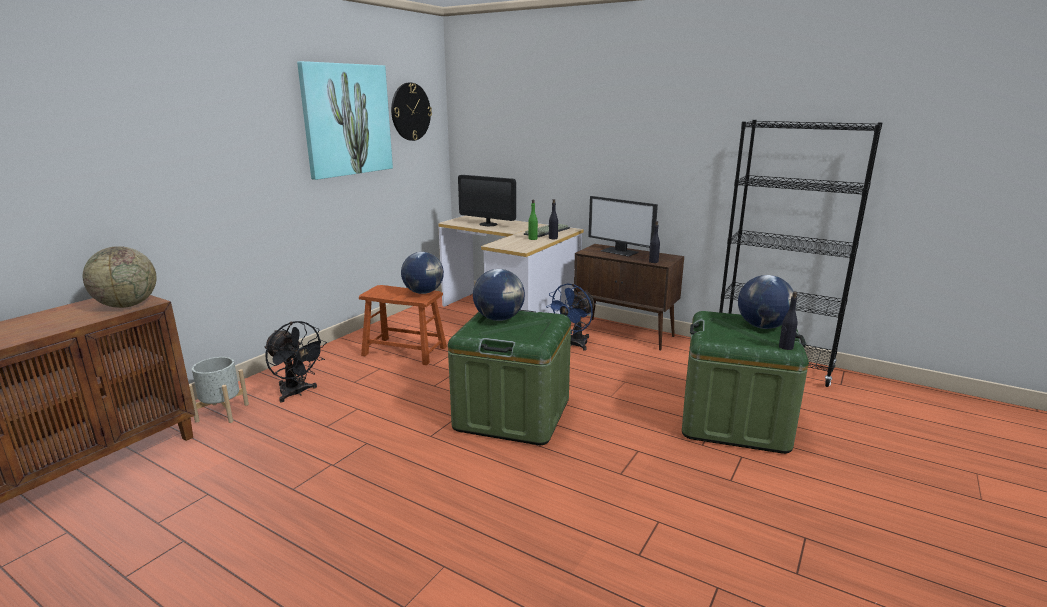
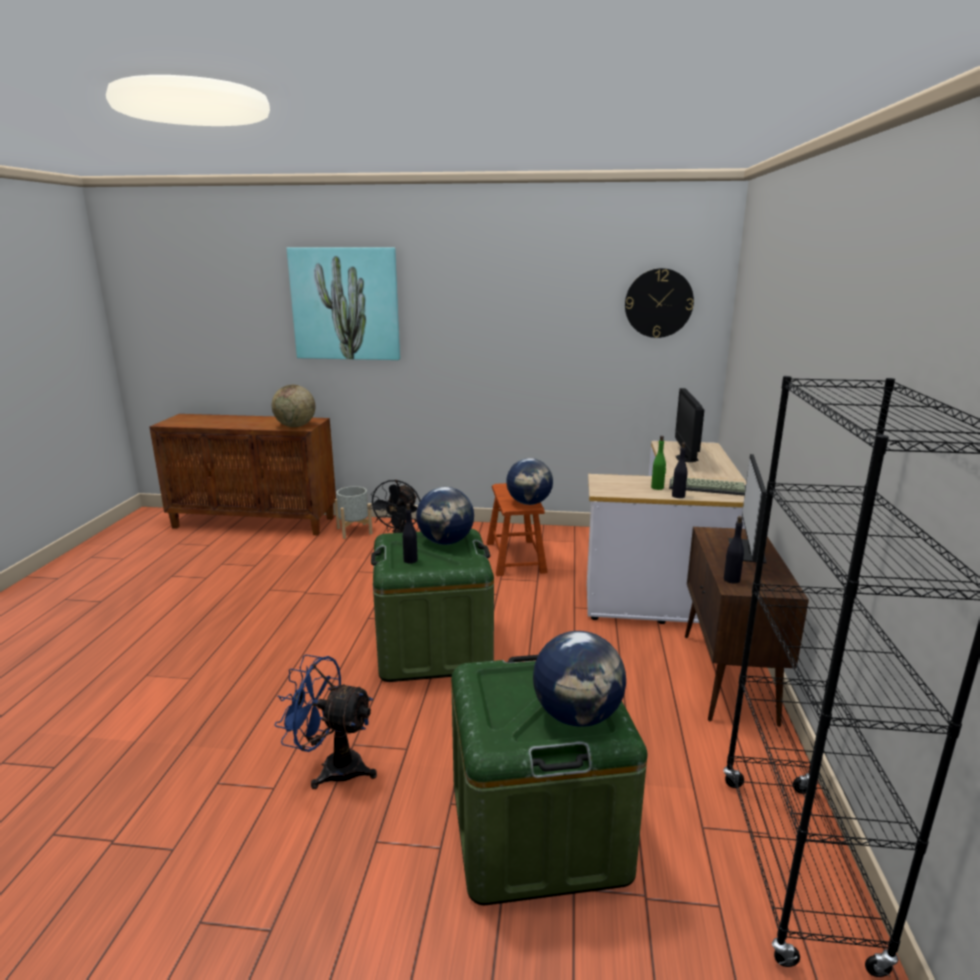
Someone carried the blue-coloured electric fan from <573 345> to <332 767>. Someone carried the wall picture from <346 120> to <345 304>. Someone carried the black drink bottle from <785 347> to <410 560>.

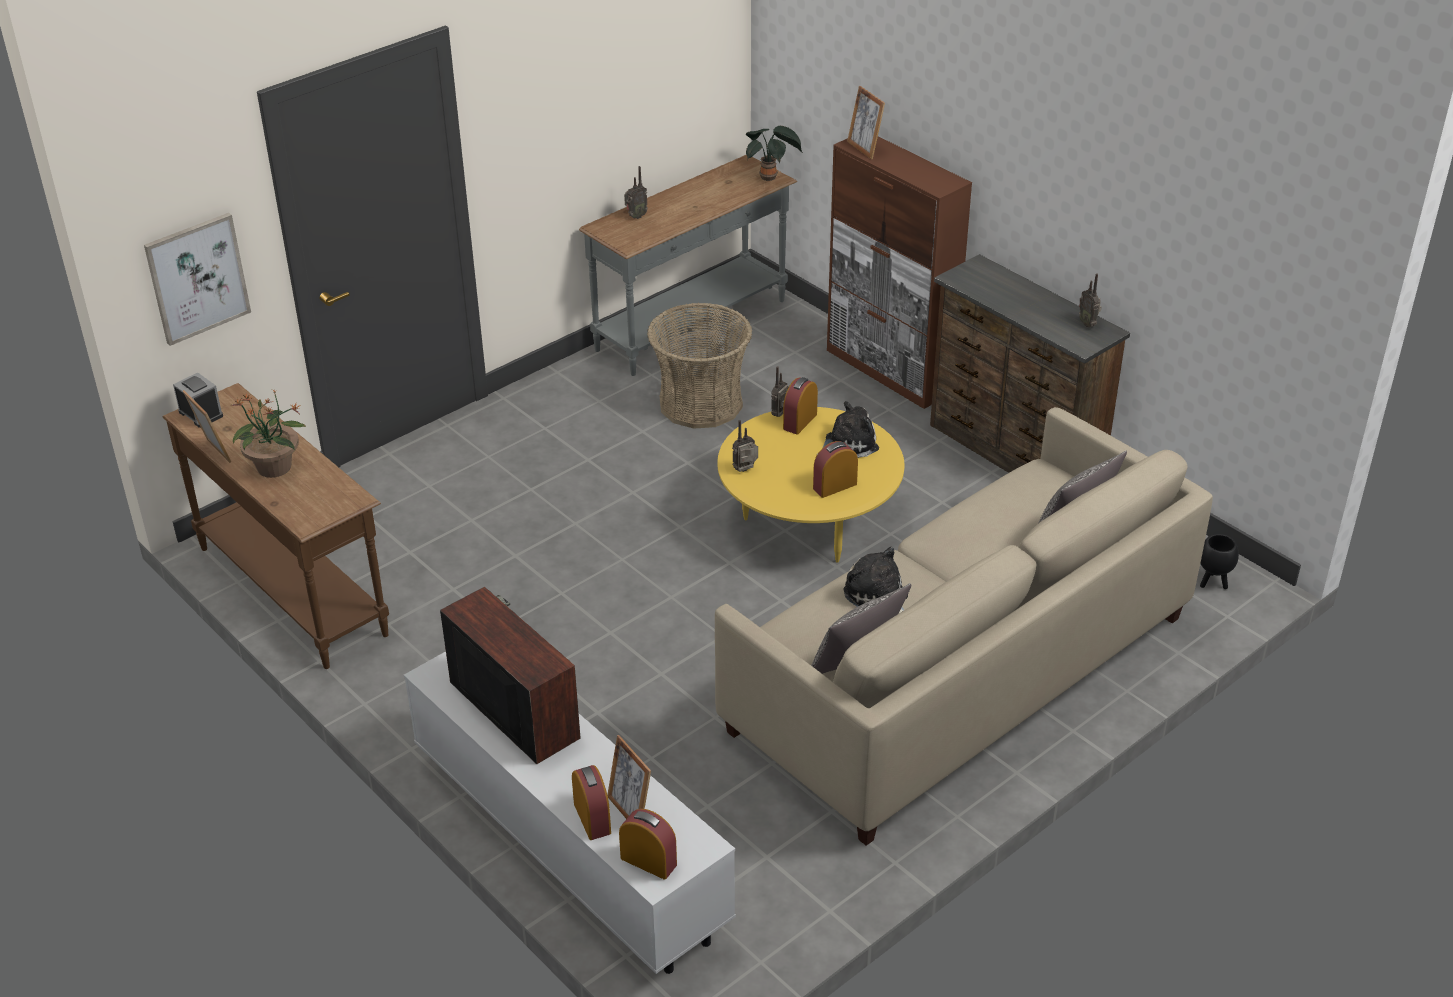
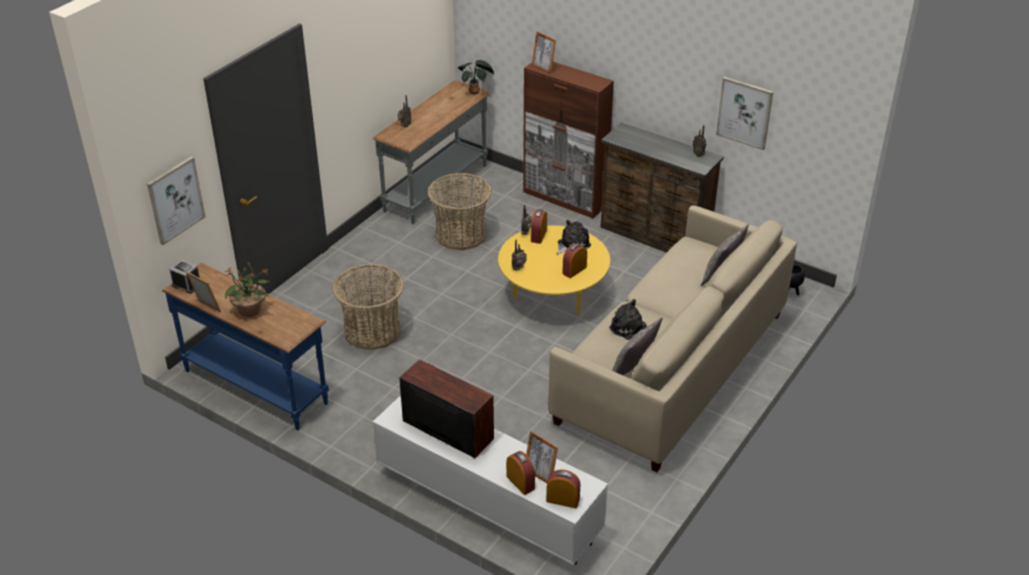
Someone repainted the brown-coloured hall table at <294 589>, which became the blue-coloured hall table at <257 386>. Someone put down the basket at <372 331>. Someone put up the wall picture at <744 112>.

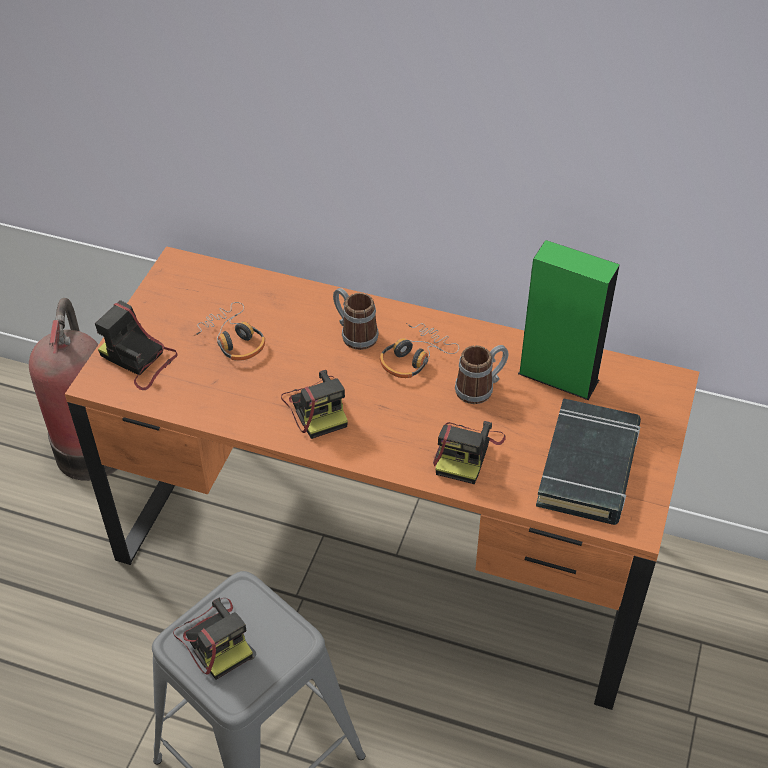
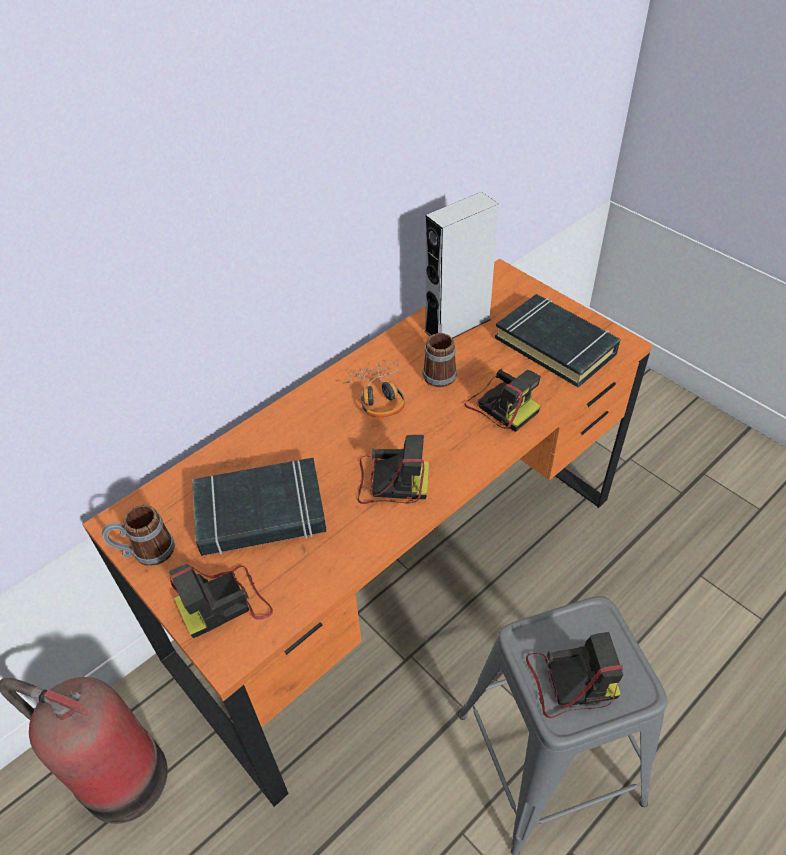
Someone carried the tea mug from <354 333> to <146 552>. Someone swapped the headphones at <233 340> for the black volume at <260 513>. Someone repainted the green loudspeaker at <558 377>, which became the greyish loudspeaker at <457 325>.

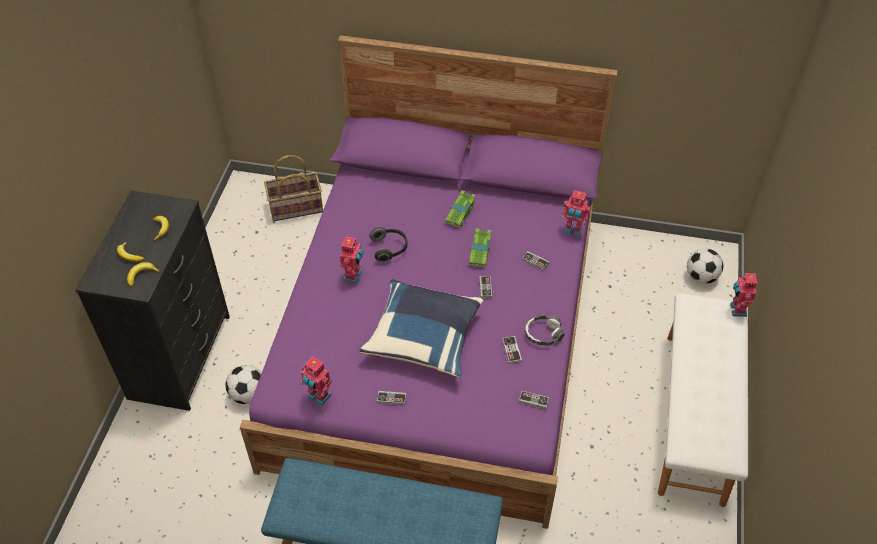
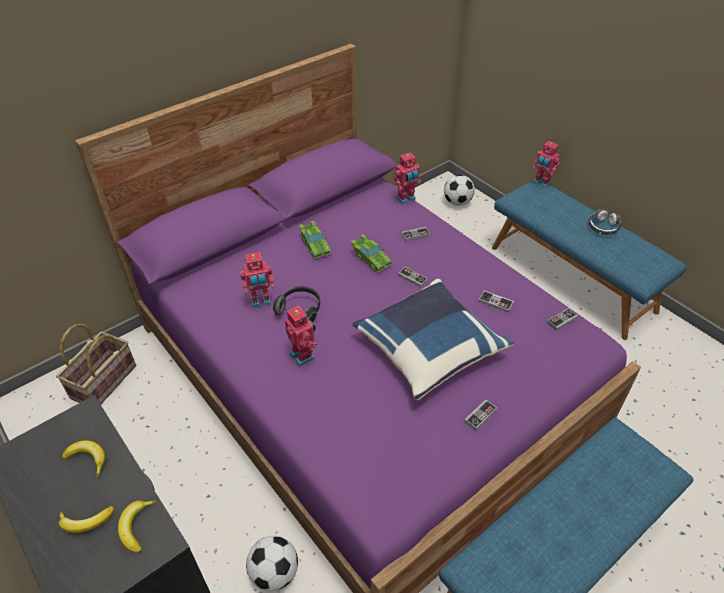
Someone carried the robot figure from <318 397> to <261 301>. Someone repainted the white-coloured indoor bench at <696 416>, which became the blue-coloured indoor bench at <571 278>. Someone carried the headphones from <543 334> to <603 227>.

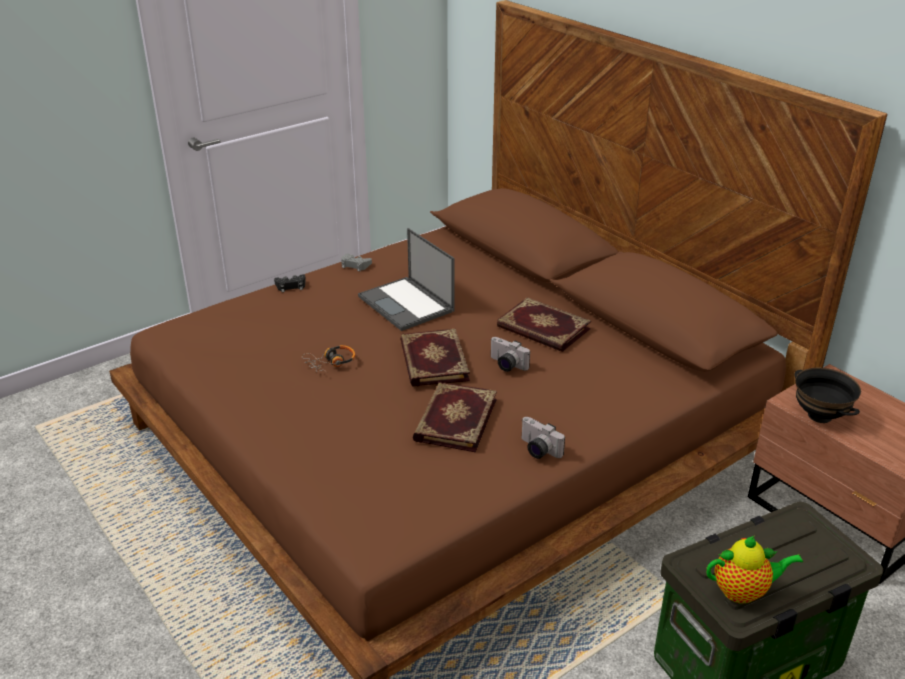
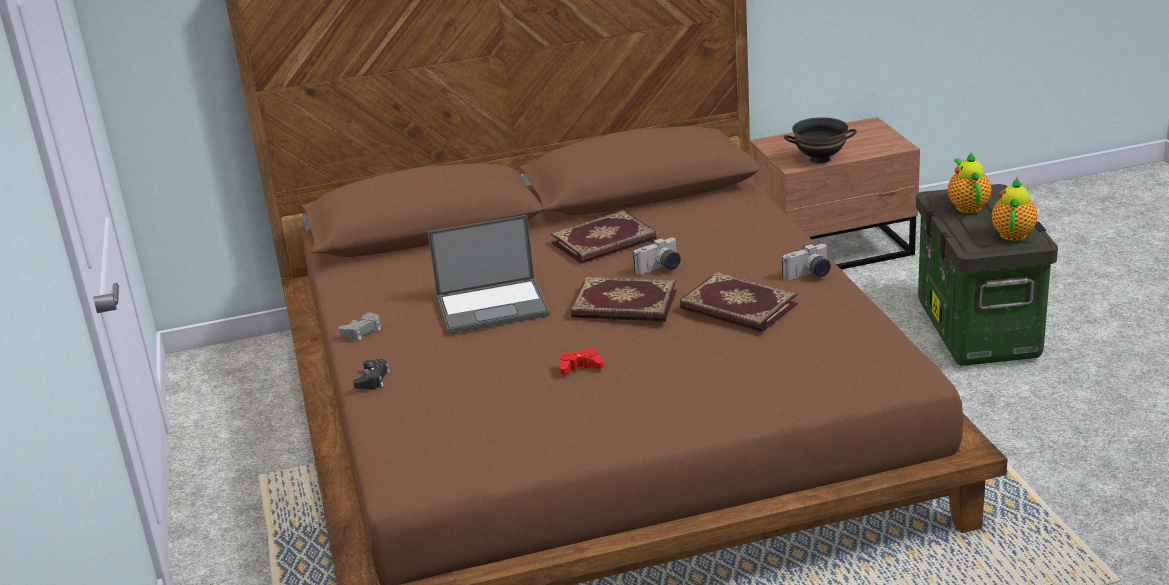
Someone swapped the headphones at <331 363> for the reddish gamepad at <580 367>. Someone put down the tea pot at <967 206>.

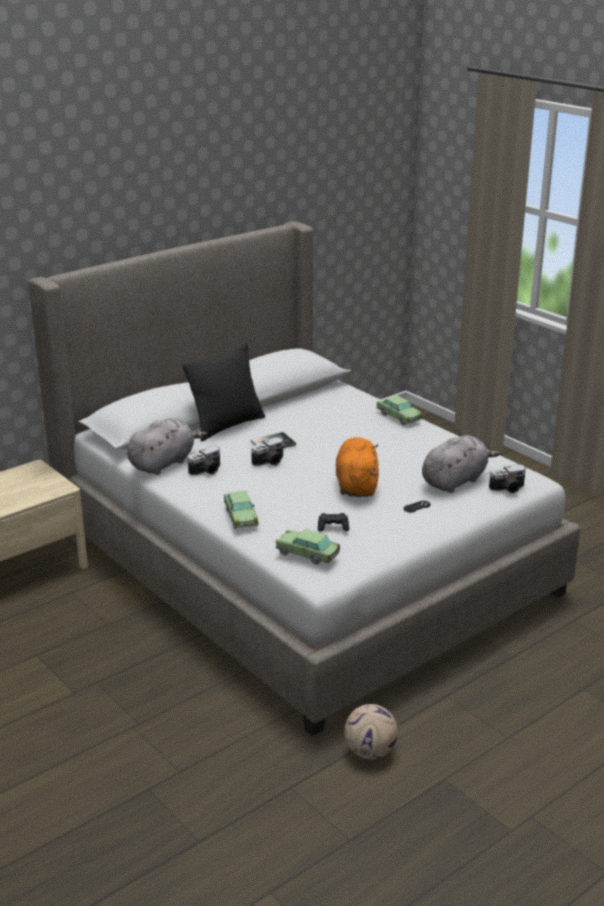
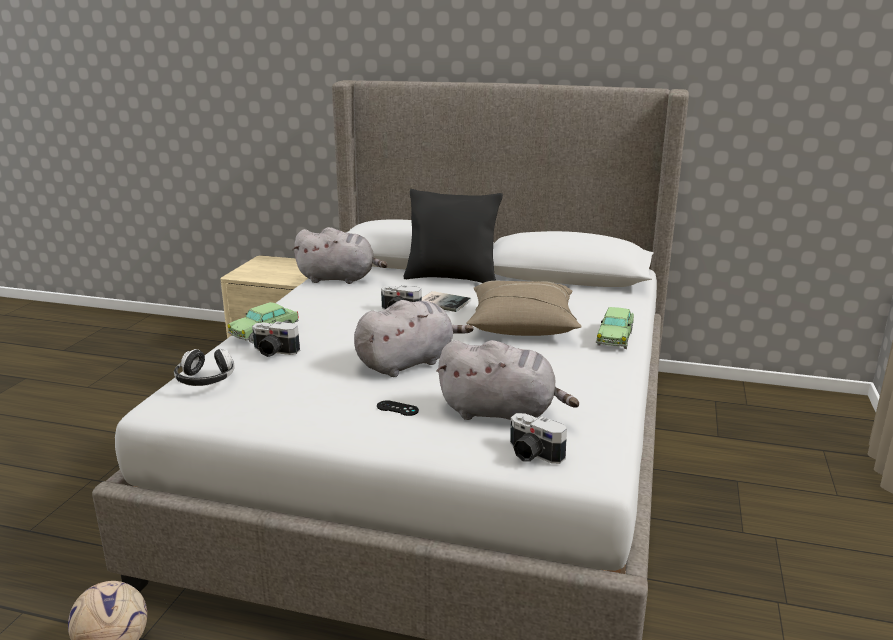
Someone swapped the toy car at <307 554> for the headphones at <206 380>. Someone carried the photo camera from <207 471> to <274 352>. Someone repainted the orangey cuddly toy at <356 485>, which became the greyish cuddly toy at <408 363>. Someone put down the beige-coloured pillow at <522 325>. Someone took away the black gamepad at <333 527>.

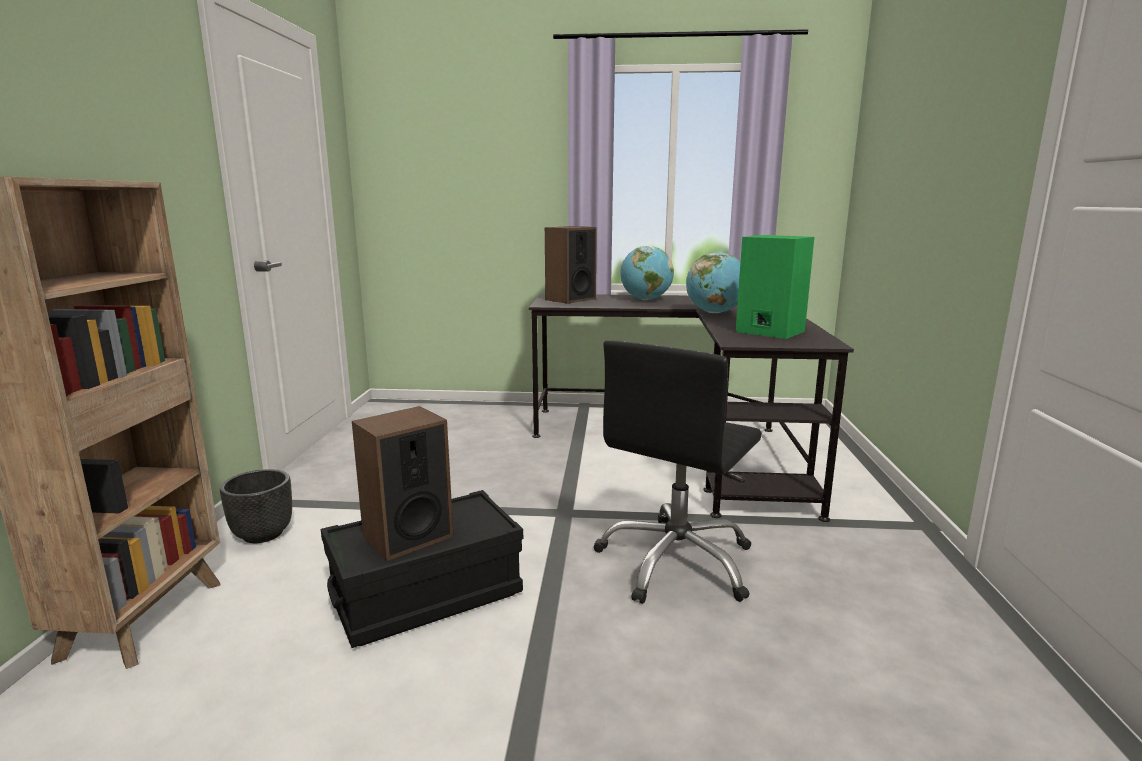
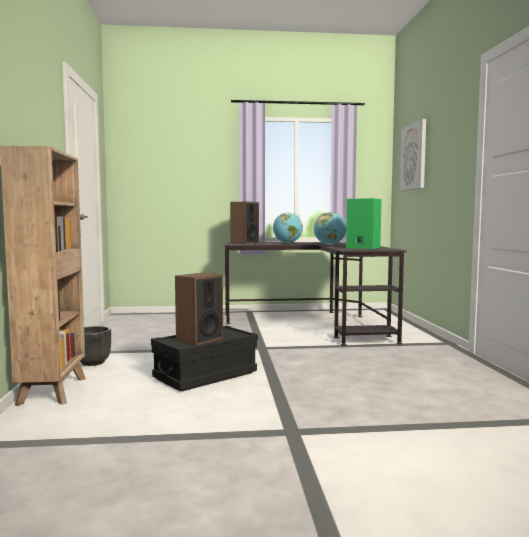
Someone put up the wall picture at <414 157>. Someone took away the black computer chair at <677 562>.

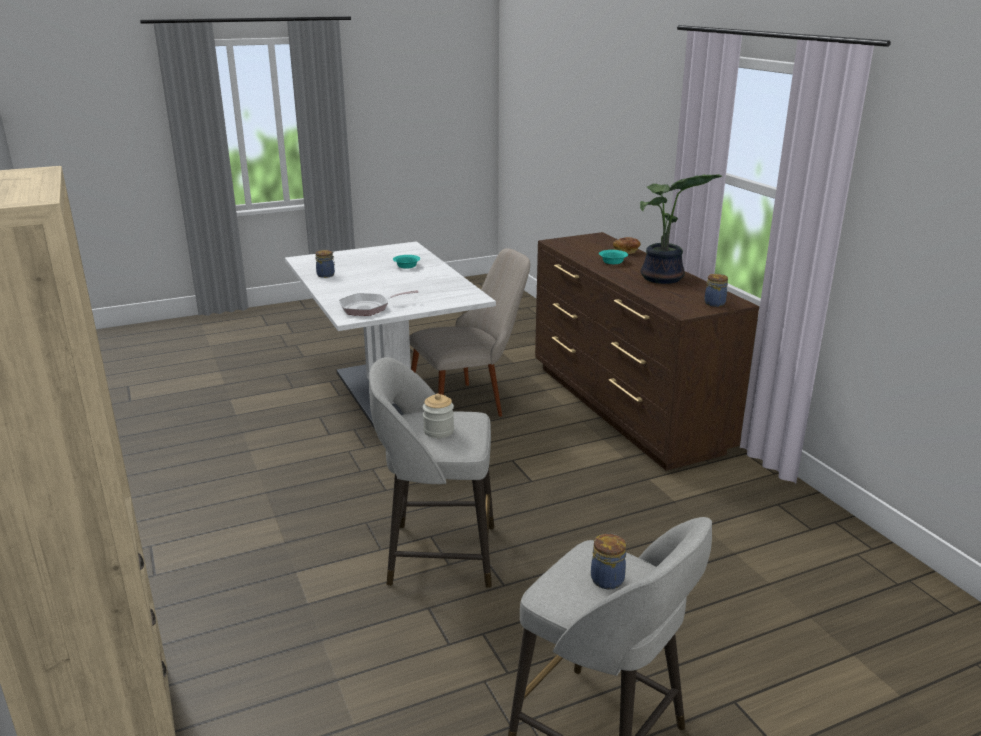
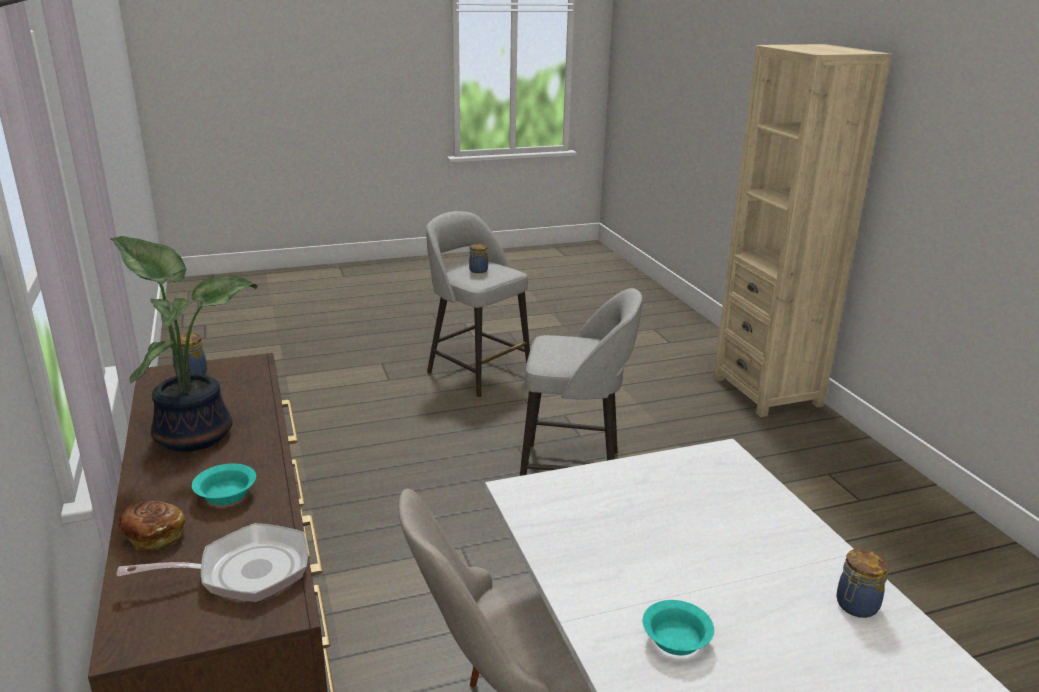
Someone carried the frying pan from <368 308> to <245 572>. Someone took away the preserve jar at <438 431>.

